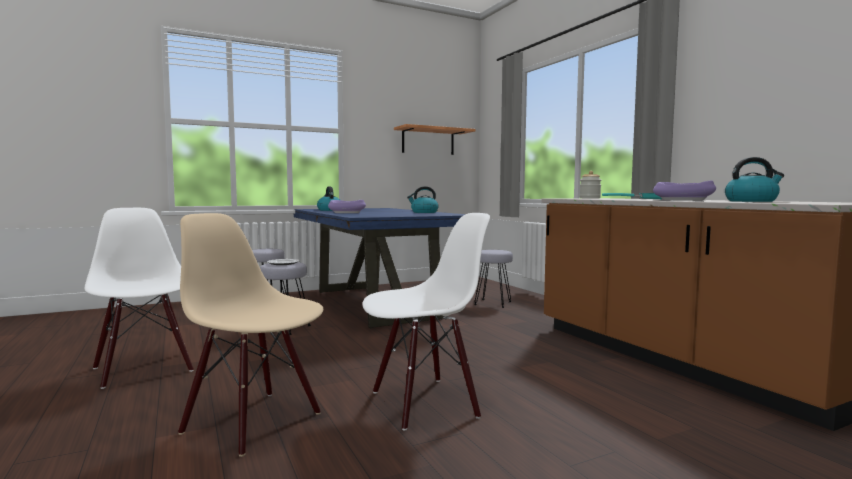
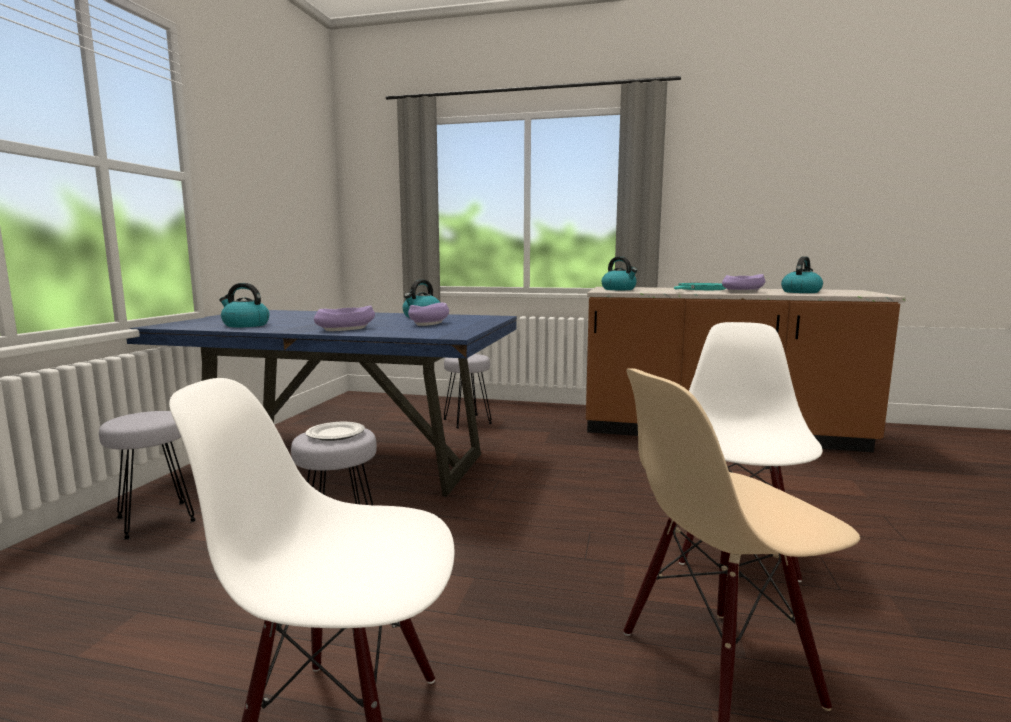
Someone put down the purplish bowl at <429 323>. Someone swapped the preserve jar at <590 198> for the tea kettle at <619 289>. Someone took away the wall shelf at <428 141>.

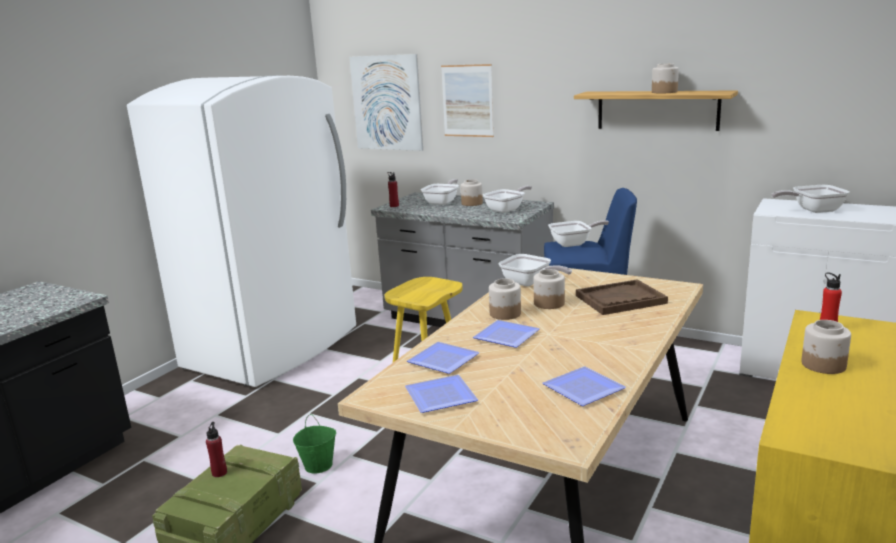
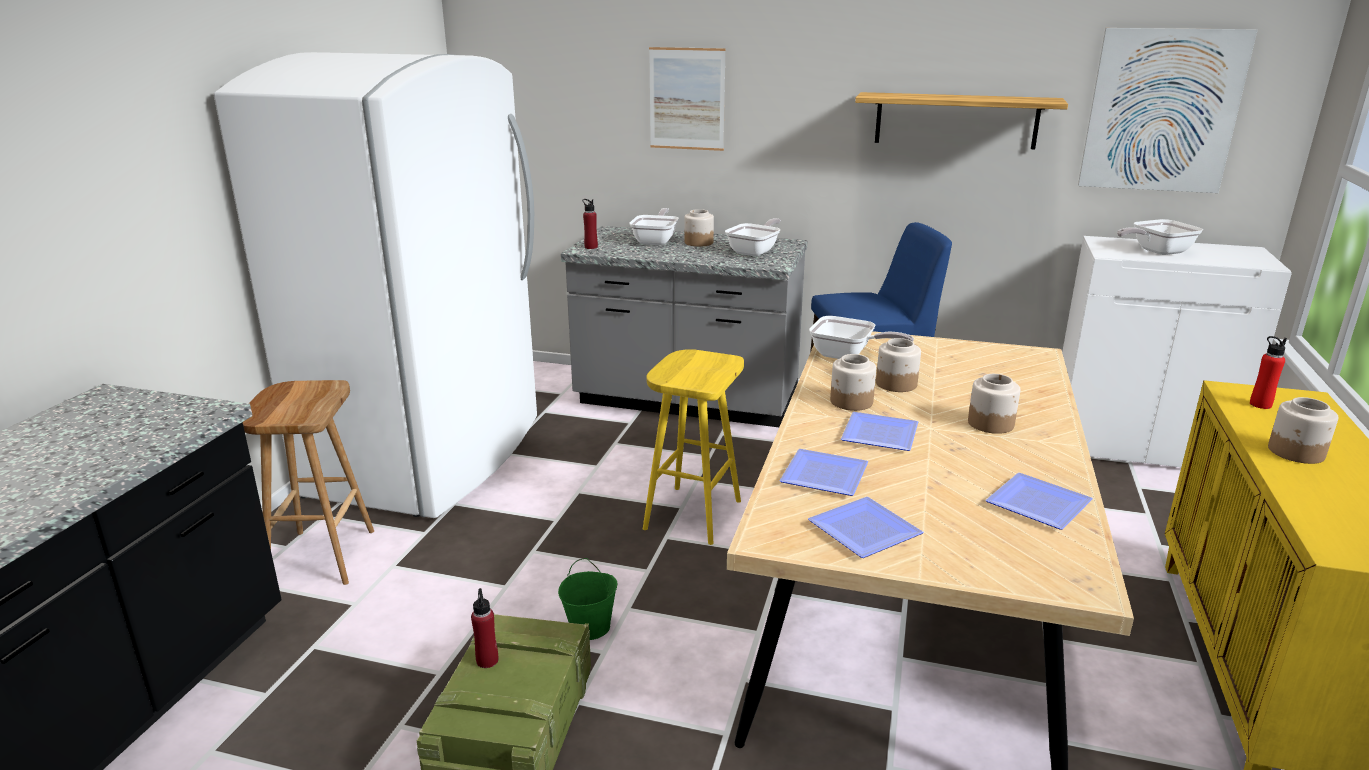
Someone put down the brown-coloured stool at <321 556>. Someone carried the preserve jar from <664 92> to <990 423>. Someone carried the wall picture from <386 103> to <1162 111>. Someone took away the frying pan at <574 243>. Someone took away the brown-coloured tray at <620 299>.

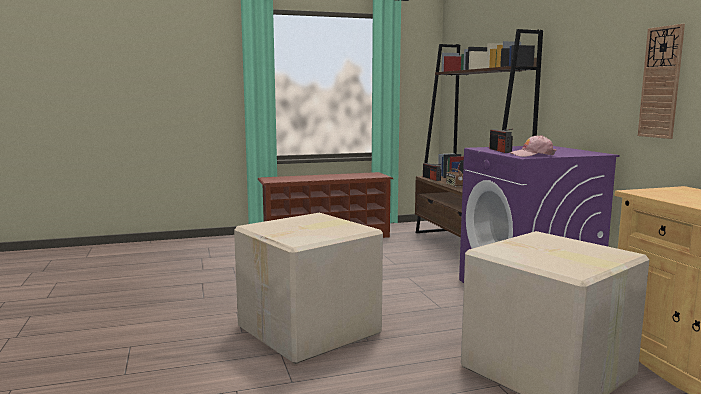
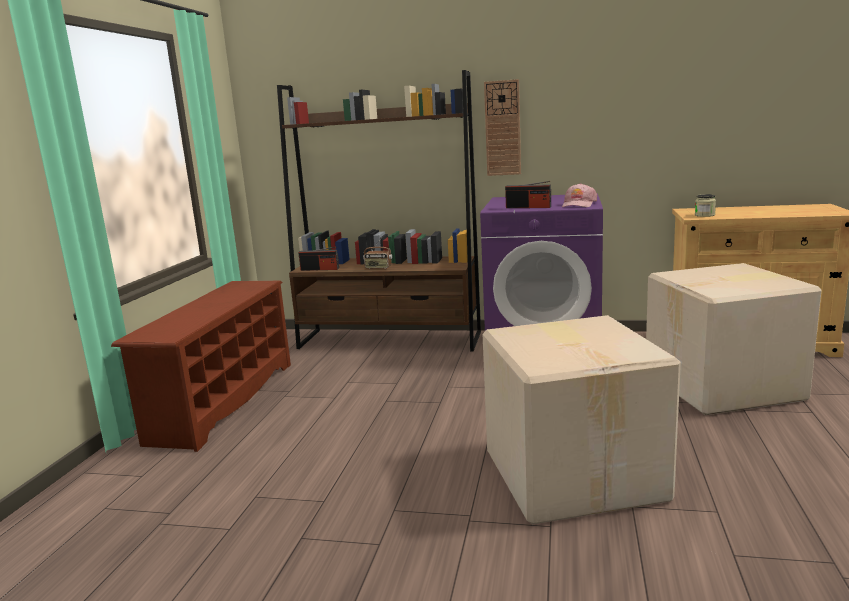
Someone carried the hanging clock from <661 82> to <502 128>. Someone put down the preserve jar at <704 215>.

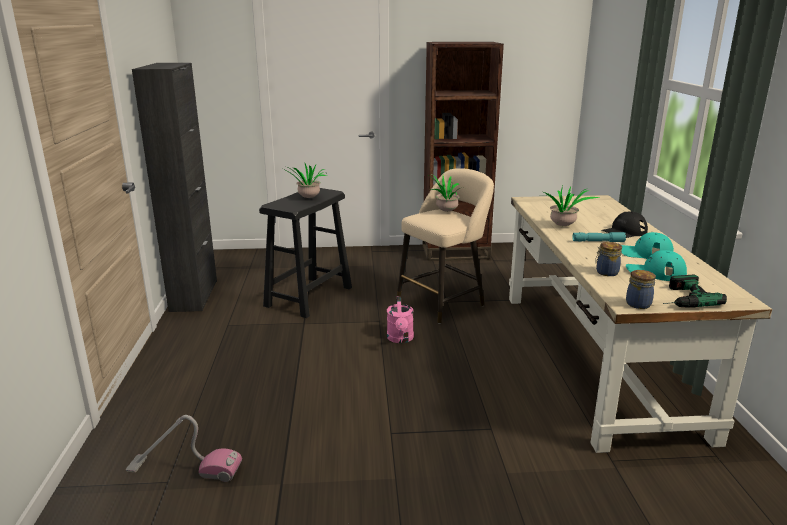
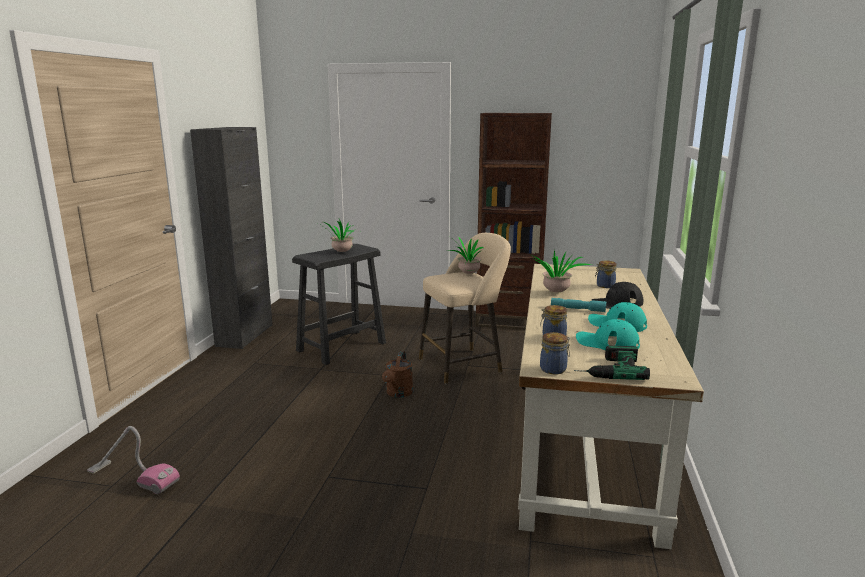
Someone repainted the pink watering pot at <400 339>, which became the brown-coloured watering pot at <398 393>. Someone put down the preserve jar at <604 286>.

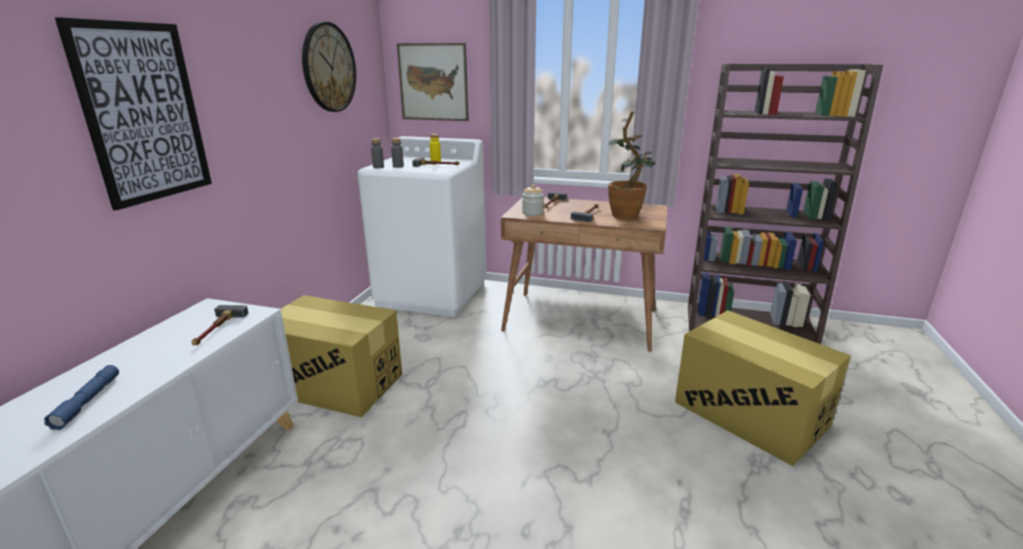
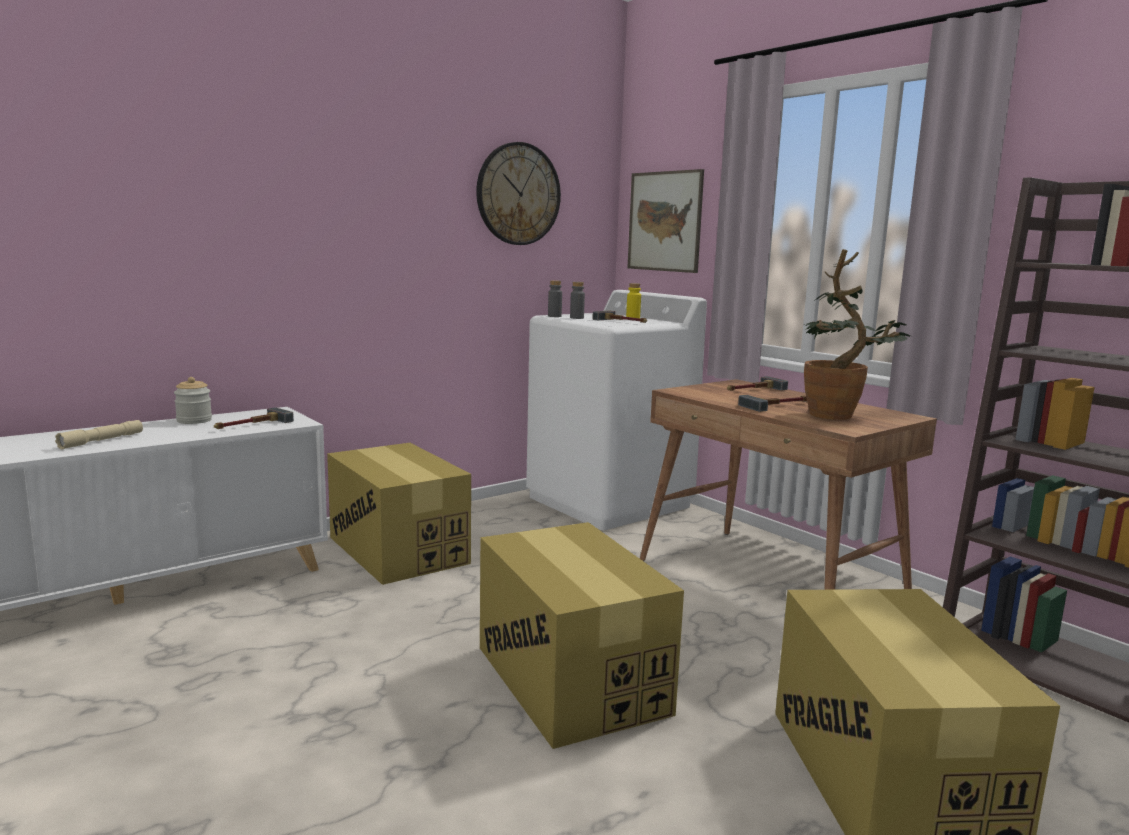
Someone repainted the blue-coloured flashlight at <88 401>, which became the beige-coloured flashlight at <101 441>. Someone carried the preserve jar from <532 213> to <194 420>. Someone put down the carton at <571 680>. Someone took away the wall picture at <143 113>.

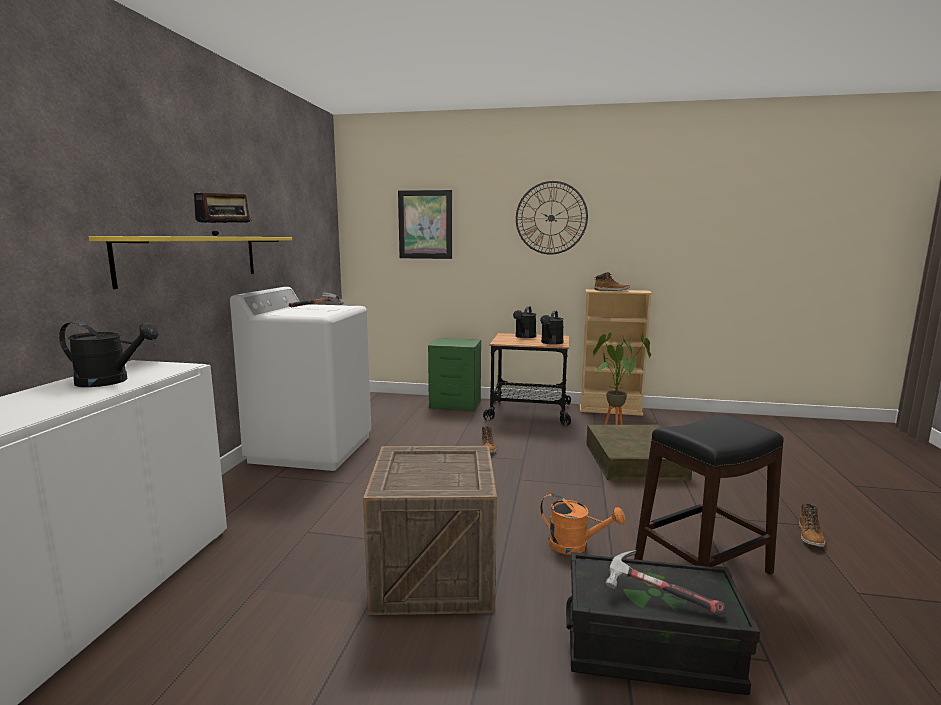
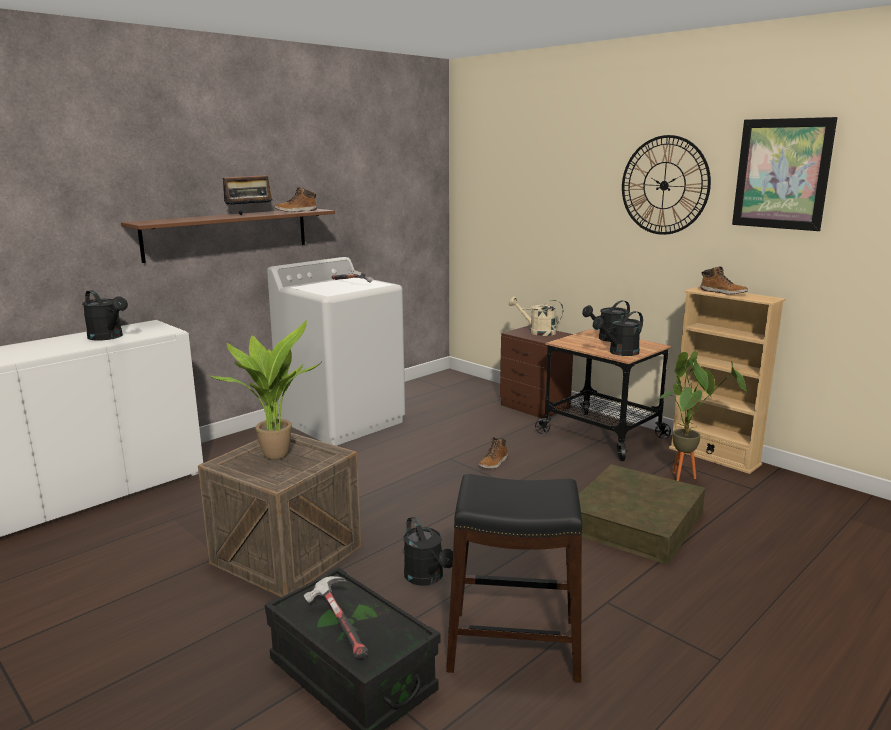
Someone repainted the yellowish wall shelf at <193 258>, which became the brown-coloured wall shelf at <228 233>. Someone put down the plant in a pot at <274 454>. Someone carried the tall boot from <810 536> to <296 211>. Someone repainted the orangey watering pot at <575 546>, which became the black watering pot at <427 578>. Someone repainted the green night table at <456 404>, which became the brown-coloured night table at <535 407>. Someone put down the beige-coloured watering pot at <537 332>. Someone carried the wall picture from <425 224> to <782 174>.

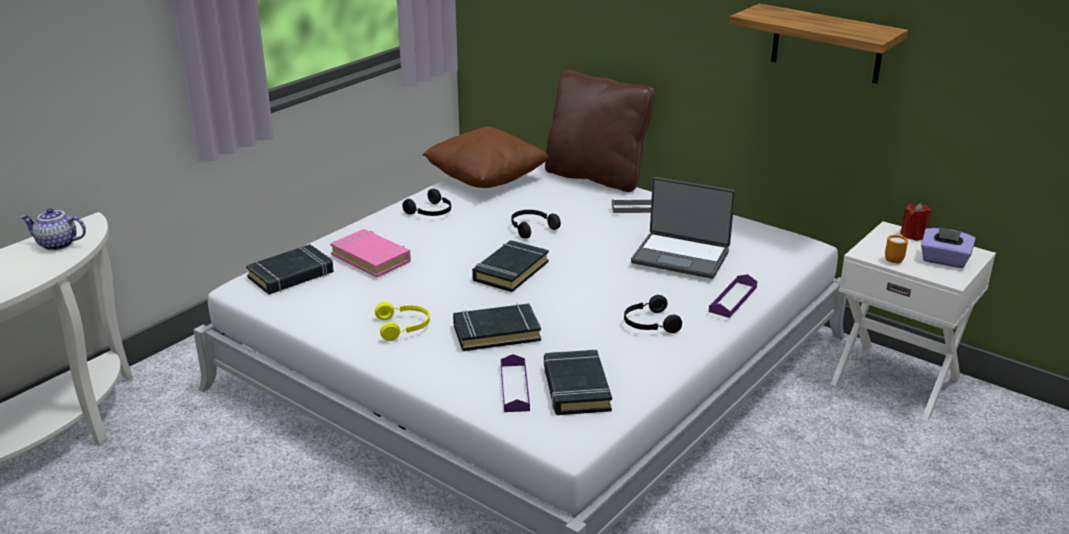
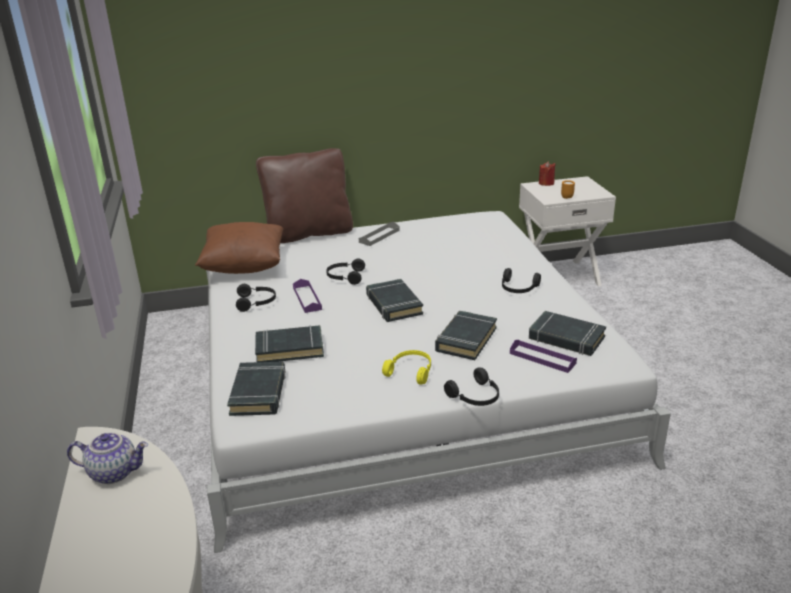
Someone rotated the tea pot at <56 245> by 135 degrees counterclockwise. Someone repainted the pink volume at <371 258>, which became the black volume at <289 349>. Someone carried the purplish tray from <733 299> to <307 298>. Someone put down the black headphones at <475 397>. Someone took away the notebook computer at <681 256>. Someone took away the wall shelf at <826 44>. Someone took away the purplish tissue box at <944 261>.

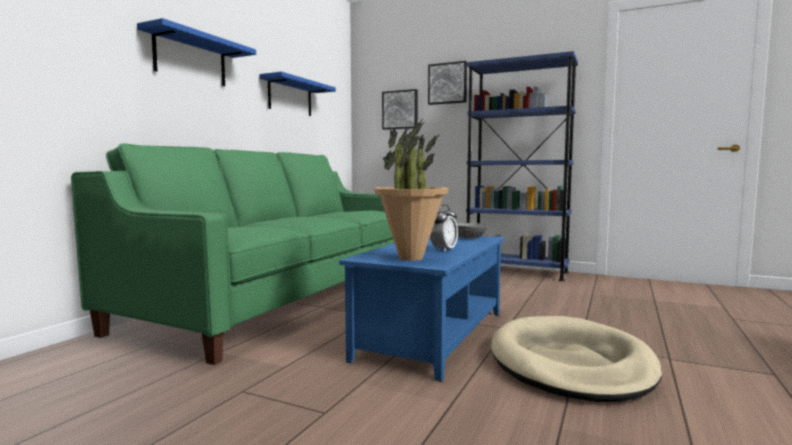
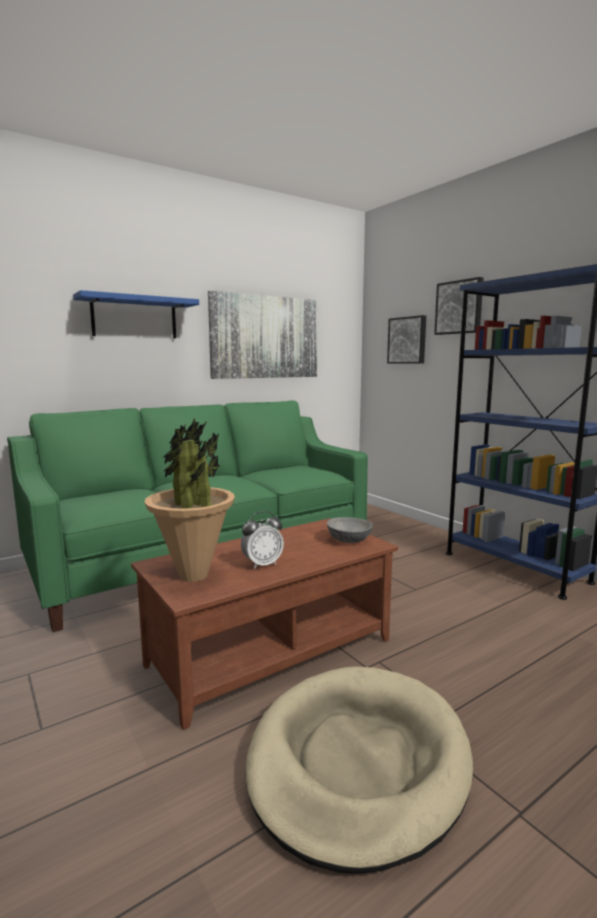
Someone repainted the blue-coloured low table at <432 334>, which became the brown-coloured low table at <270 651>. Someone swapped the blue-coloured wall shelf at <290 97> for the wall picture at <265 337>.

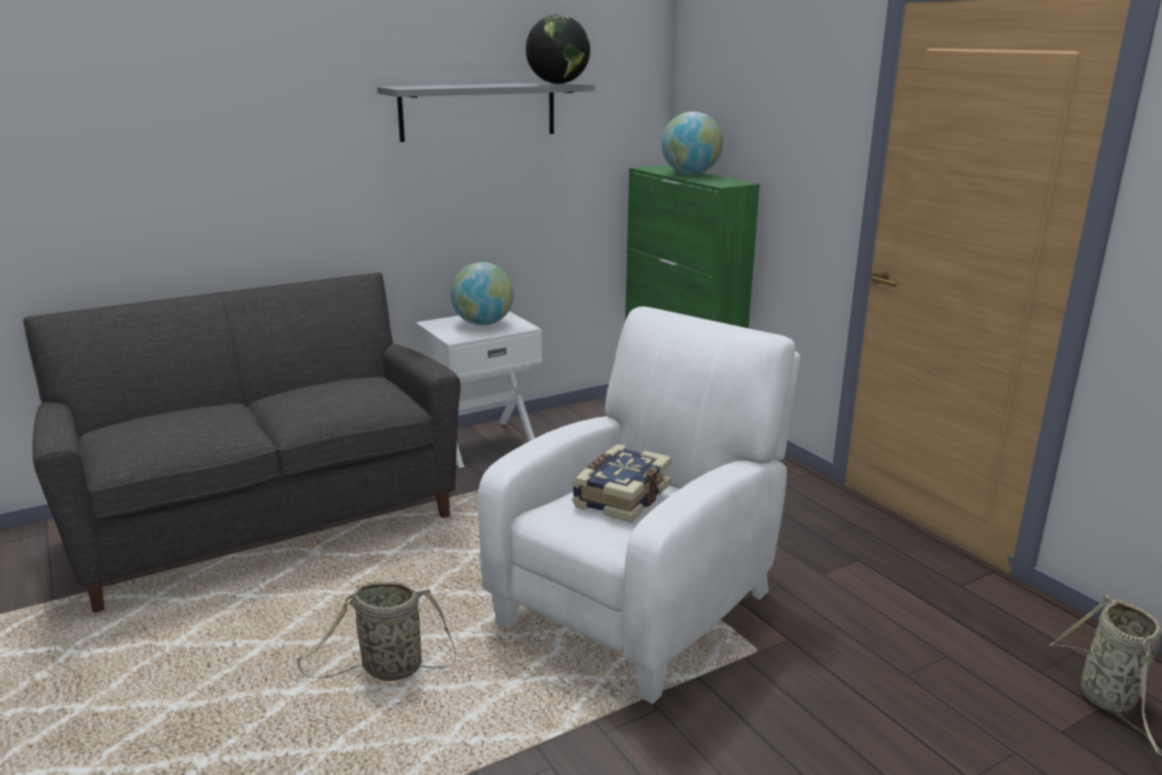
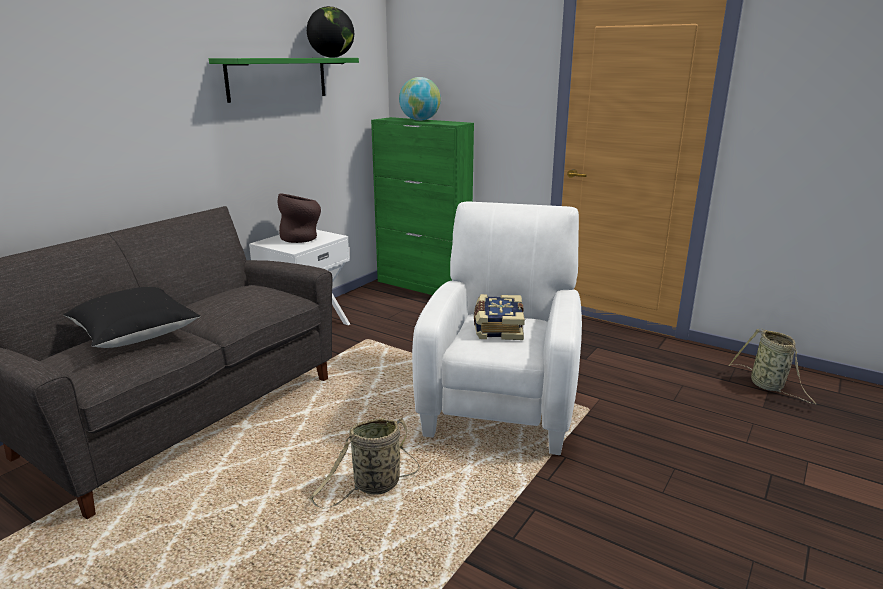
Someone put down the black pillow at <135 335>. Someone repainted the greyish wall shelf at <479 111>, which became the green wall shelf at <277 78>. Someone swapped the globe at <483 323> for the brown-coloured vase at <302 238>.

